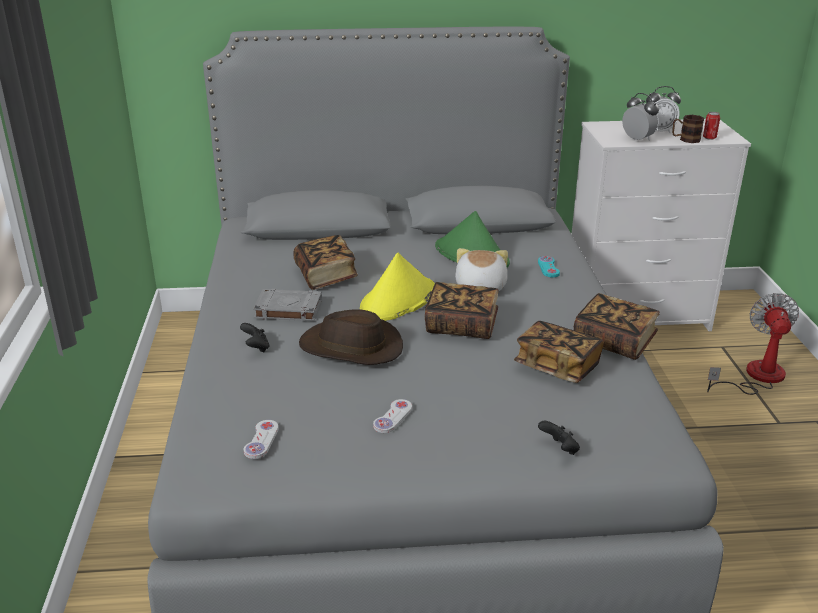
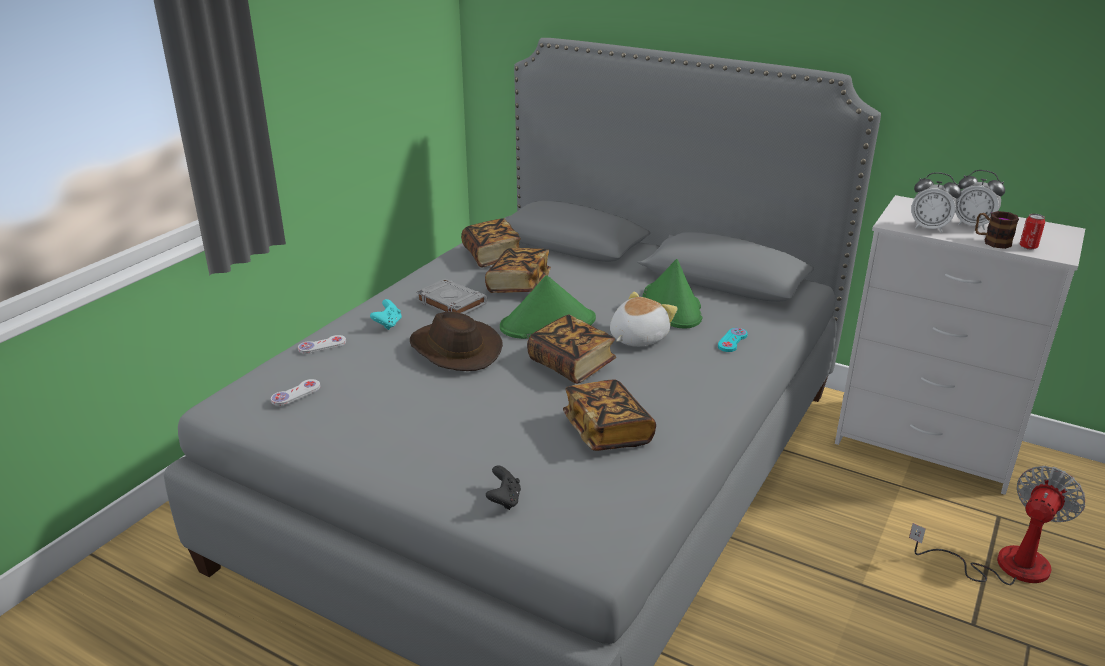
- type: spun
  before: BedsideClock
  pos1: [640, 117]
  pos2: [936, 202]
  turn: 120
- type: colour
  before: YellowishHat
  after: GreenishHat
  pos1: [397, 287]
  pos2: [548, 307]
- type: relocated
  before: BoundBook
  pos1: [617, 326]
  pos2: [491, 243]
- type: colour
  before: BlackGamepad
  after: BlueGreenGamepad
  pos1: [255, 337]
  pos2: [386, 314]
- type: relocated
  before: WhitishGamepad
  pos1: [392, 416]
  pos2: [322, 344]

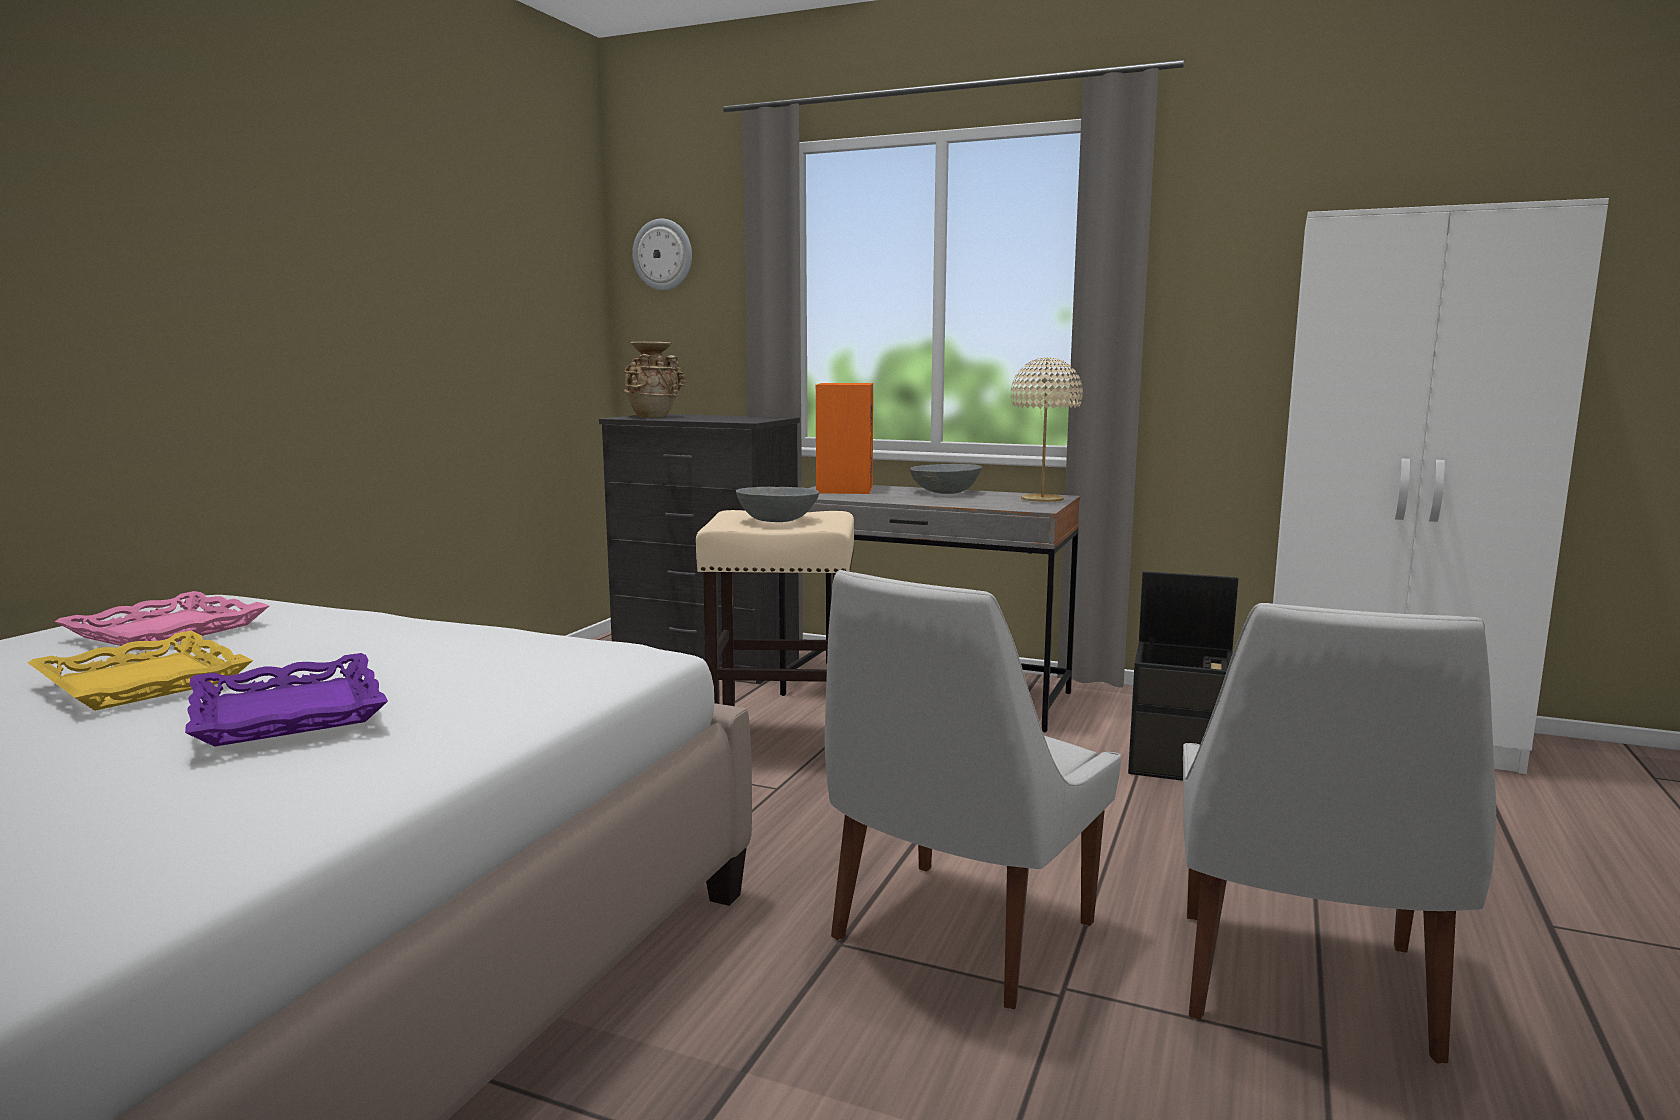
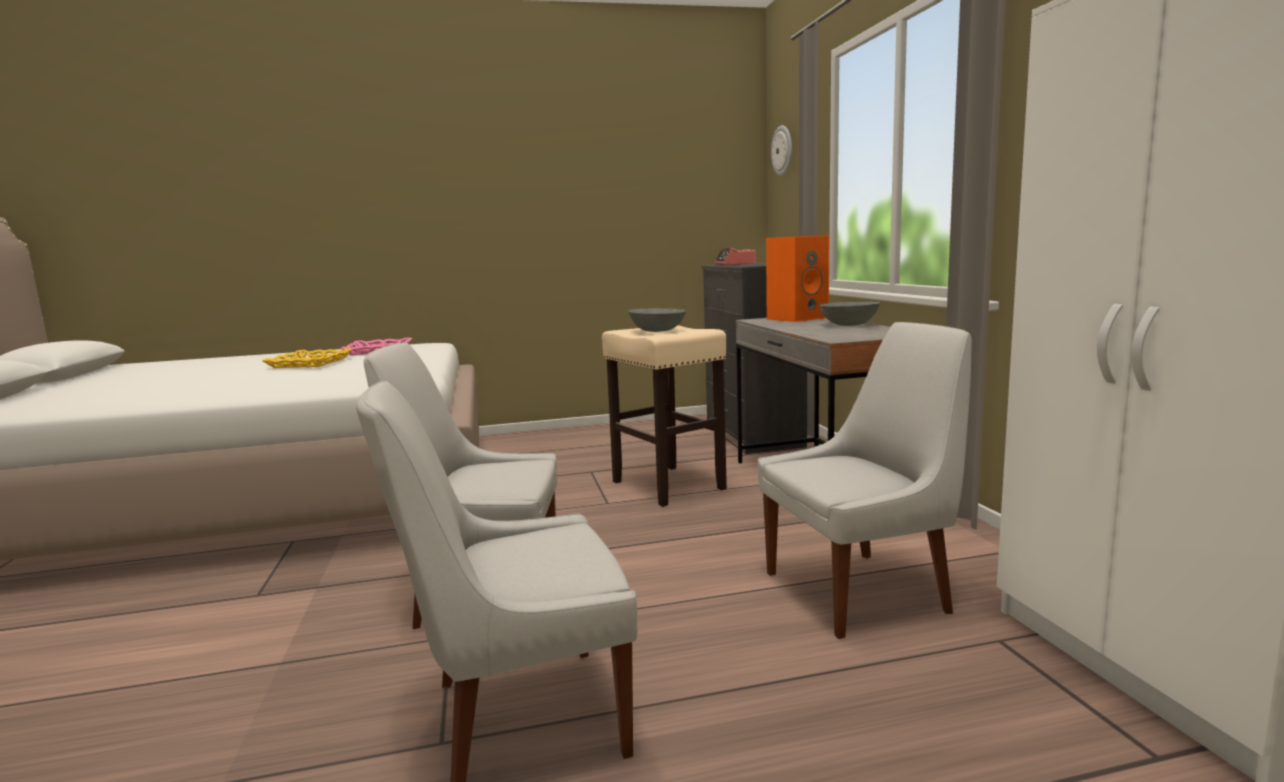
- type: exchanged
  before: BeigeColouredDecorativeVase
  after: BedsideClock
  pos1: [655, 380]
  pos2: [735, 256]
- type: missing
  before: BeigeColouredLampForATable
  pos1: [1046, 429]
- type: exchanged
  before: BlackStorageContainer
  after: WhitishUprightChair
  pos1: [1183, 676]
  pos2: [865, 480]
- type: missing
  before: PurplishCarryingTray
  pos1: [286, 700]

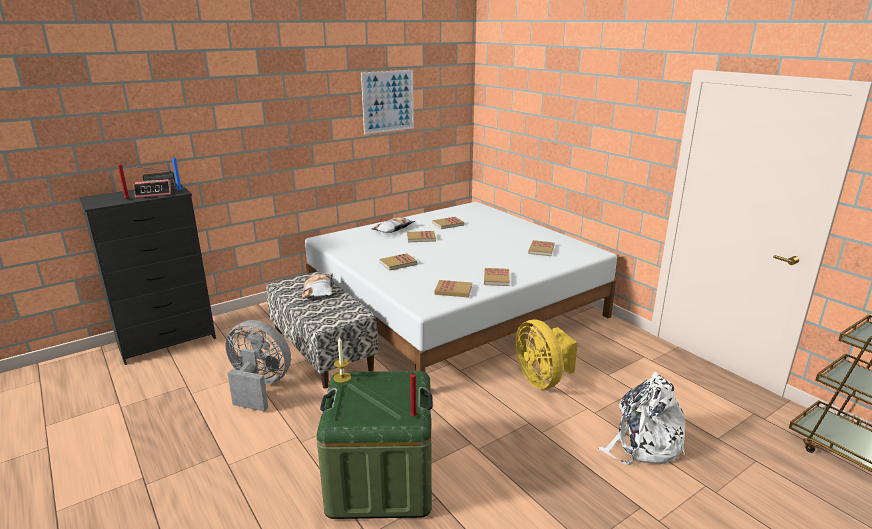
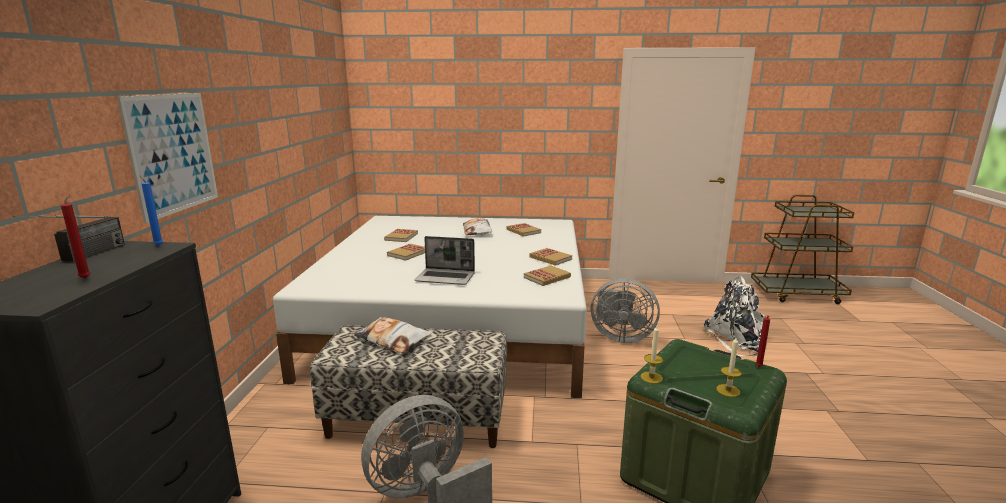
- type: relocated
  before: WallArt
  pos1: [387, 102]
  pos2: [167, 158]
- type: missing
  before: BedsideClock
  pos1: [152, 188]
- type: relocated
  before: ThrowPillow
  pos1: [393, 225]
  pos2: [477, 226]
- type: exchanged
  before: BoundBook
  after: NotebookComputer
  pos1: [398, 262]
  pos2: [445, 260]
- type: colour
  before: YellowishElectricFan
  after: GrayElectricFan
  pos1: [546, 354]
  pos2: [625, 310]
- type: appeared
  after: Candle
  pos2: [729, 366]

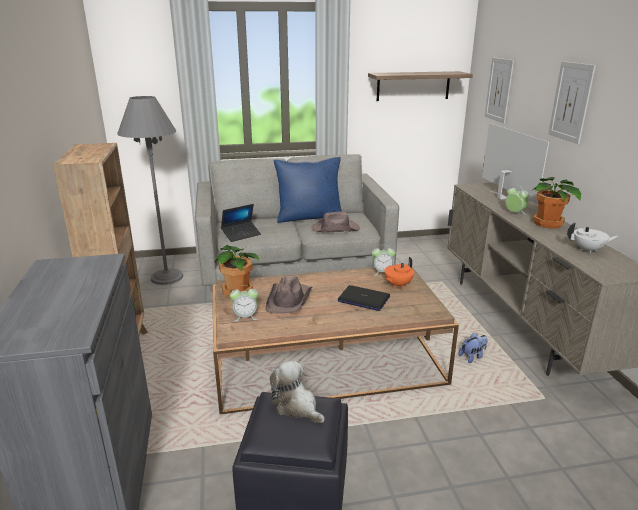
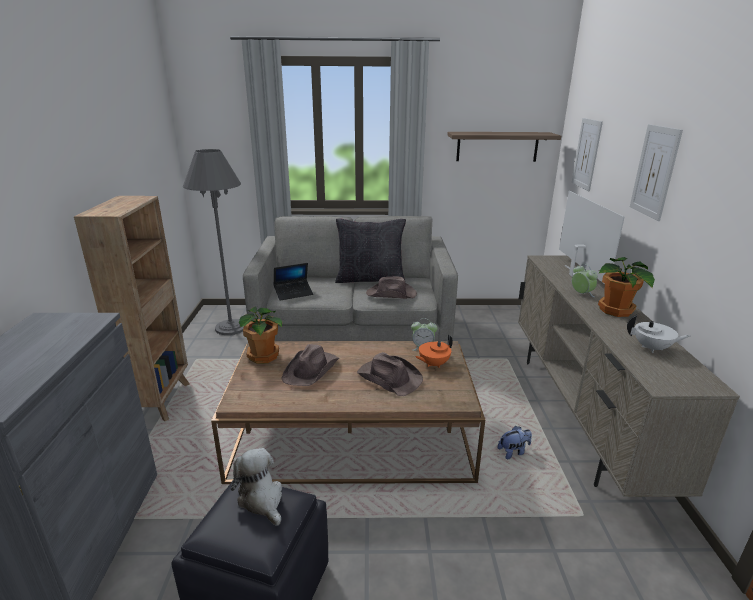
- type: colour
  before: BlueColouredThrowPillow
  after: BlackThrowPillow
  pos1: [308, 190]
  pos2: [370, 250]
- type: missing
  before: BedsideClock
  pos1: [244, 303]
- type: exchanged
  before: NotebookComputer
  after: BrownColouredHat
  pos1: [364, 298]
  pos2: [390, 374]

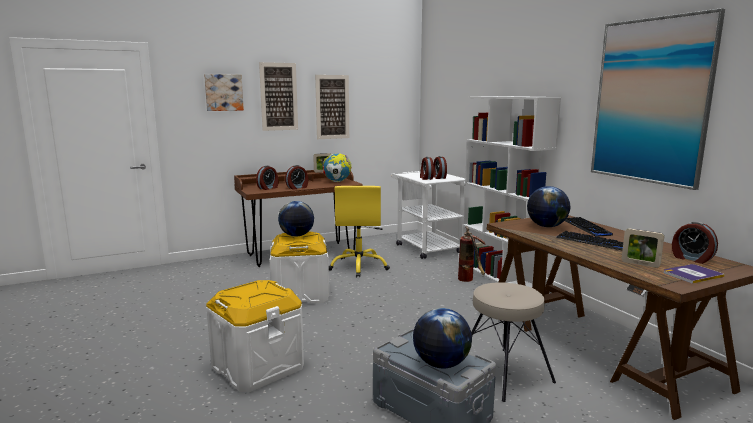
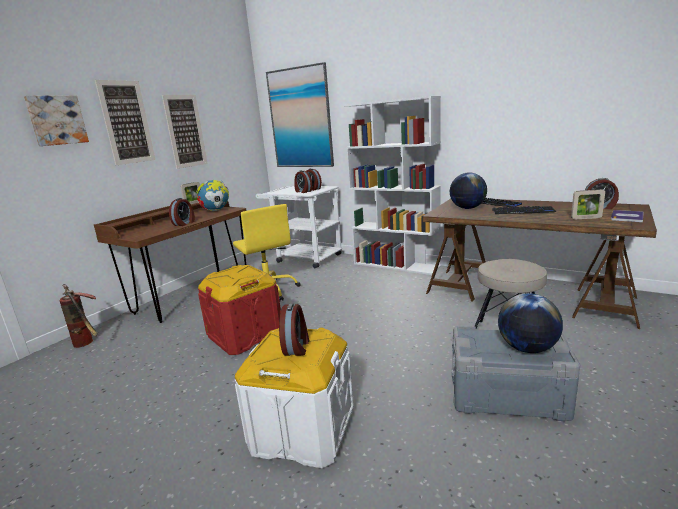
- type: relocated
  before: WallArt
  pos1: [658, 99]
  pos2: [300, 114]
- type: relocated
  before: BedsideClock
  pos1: [267, 177]
  pos2: [294, 329]
- type: missing
  before: DeskGlobe
  pos1: [296, 219]
- type: relocated
  before: FireFightingCylinder
  pos1: [471, 254]
  pos2: [79, 316]
- type: colour
  before: WhitishStorageContainer
  after: RedStorageContainer
  pos1: [299, 267]
  pos2: [239, 310]

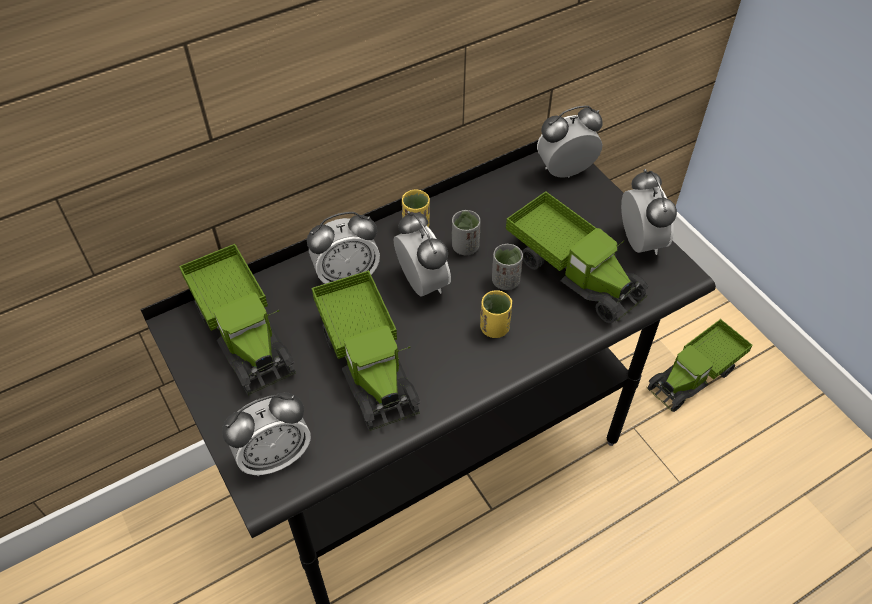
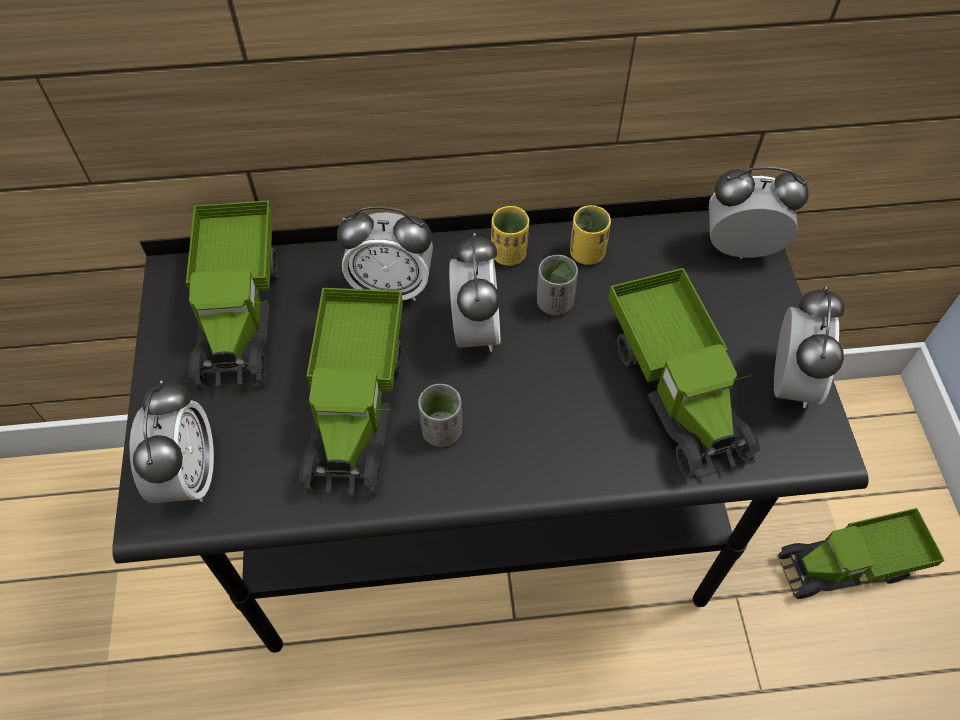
- type: relocated
  before: GraySmallCup
  pos1: [507, 267]
  pos2: [440, 415]
- type: relocated
  before: YellowishSmallCup
  pos1: [496, 314]
  pos2: [590, 235]
- type: spun
  before: BedsideClock
  pos1: [266, 434]
  pos2: [172, 441]
  turn: -90

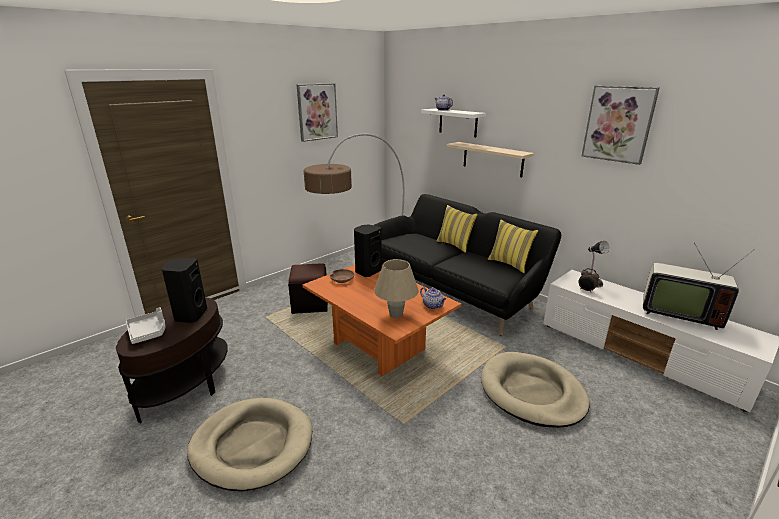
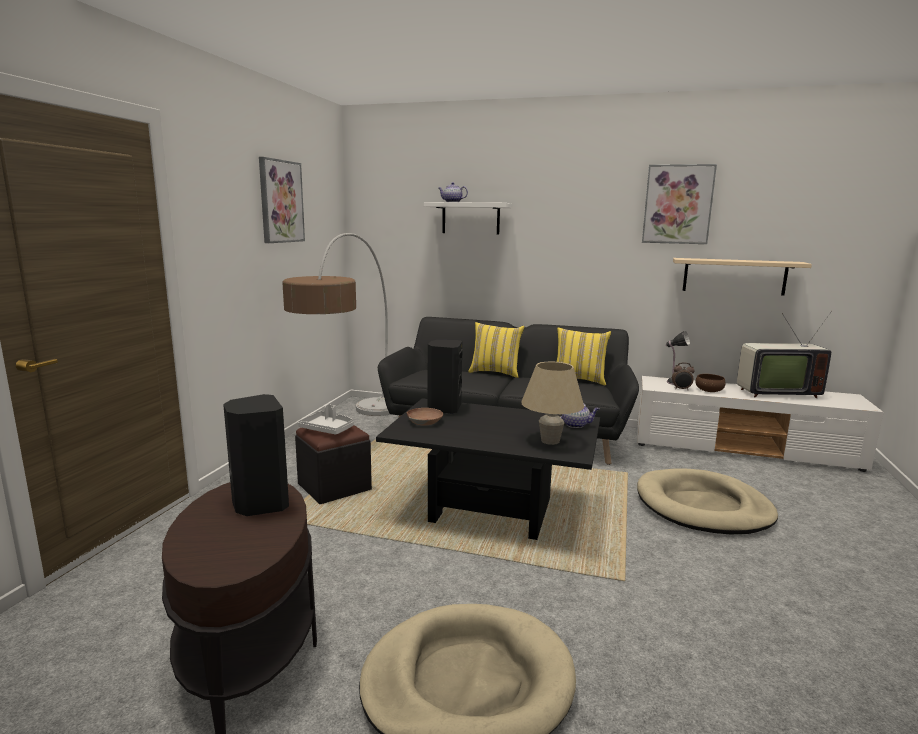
- type: relocated
  before: BeigeColouredWallShelf
  pos1: [490, 159]
  pos2: [742, 277]
- type: colour
  before: OrangeCoffeeTable
  after: BlackCoffeeTable
  pos1: [381, 320]
  pos2: [488, 469]
- type: relocated
  before: GrayCarryingTray
  pos1: [145, 325]
  pos2: [326, 419]
- type: appeared
  after: BrownColouredBowl
  pos2: [711, 383]

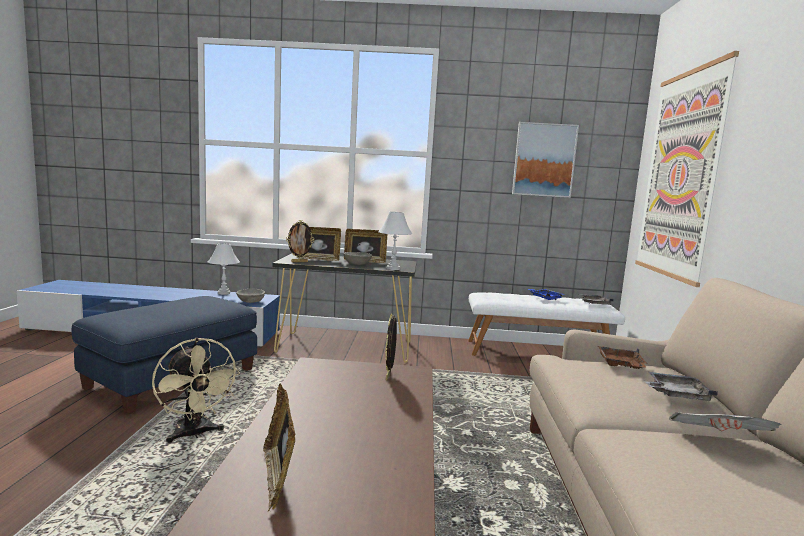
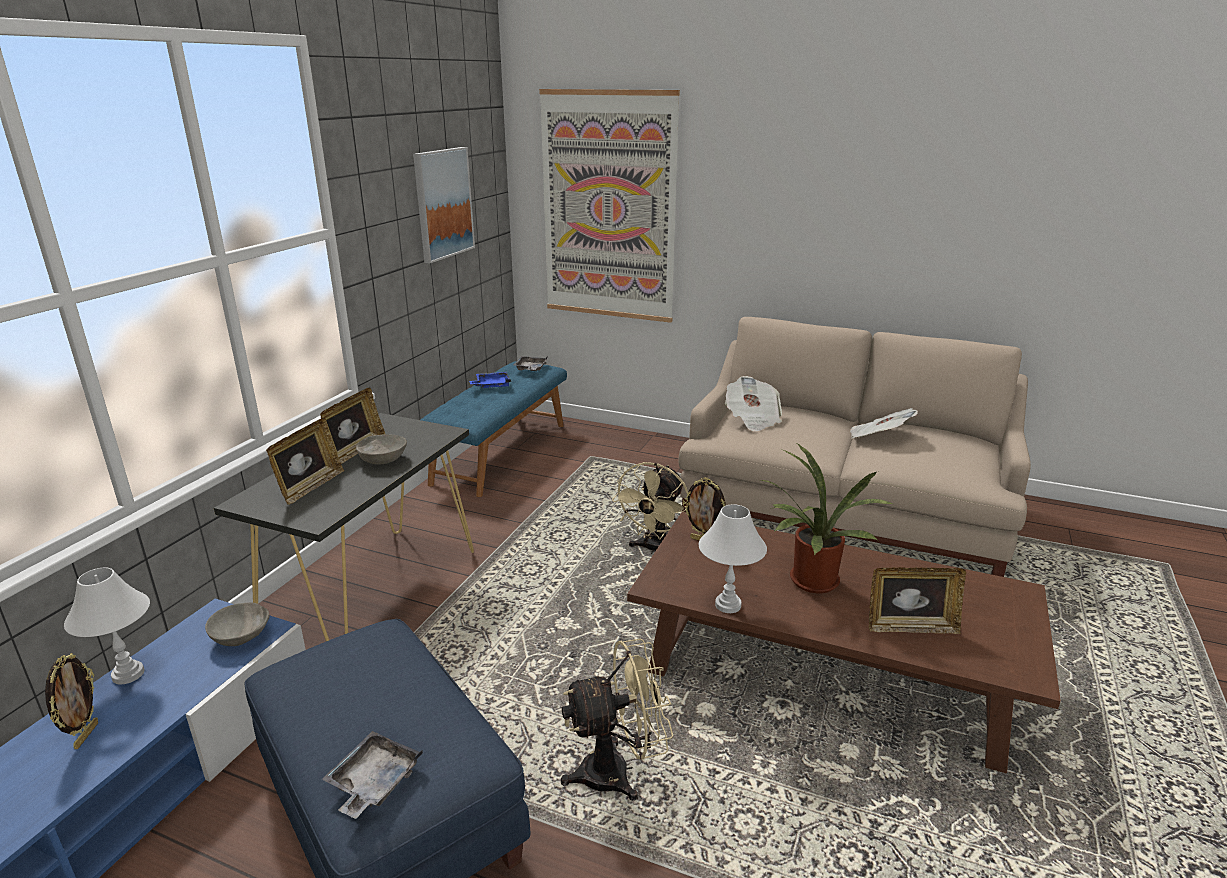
- type: relocated
  before: WhitishLampForATable
  pos1: [395, 241]
  pos2: [733, 558]
- type: relocated
  before: PictureFrame
  pos1: [300, 241]
  pos2: [71, 701]
- type: colour
  before: WhitishIndoorBench
  after: BlueColouredIndoorBench
  pos1: [546, 324]
  pos2: [493, 429]
- type: exchanged
  before: BrownColouredCarryingTray
  after: DailyPaper
  pos1: [622, 357]
  pos2: [753, 404]
- type: relocated
  before: GrayCarryingTray
  pos1: [681, 386]
  pos2: [372, 775]
- type: appeared
  after: PottedPlant
  pos2: [826, 518]
- type: appeared
  after: BeigeColouredElectricFan
  pos2: [650, 508]

